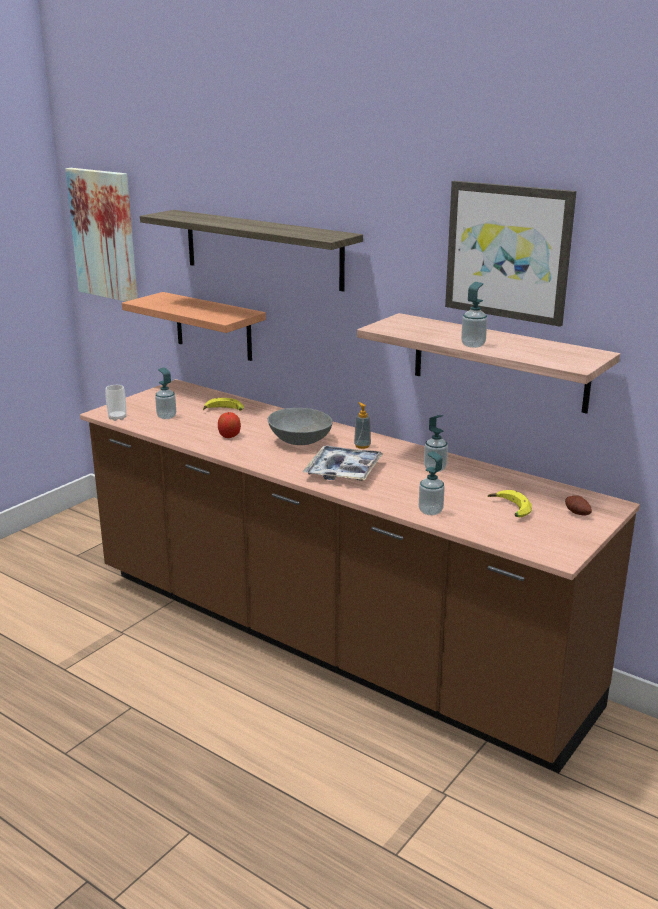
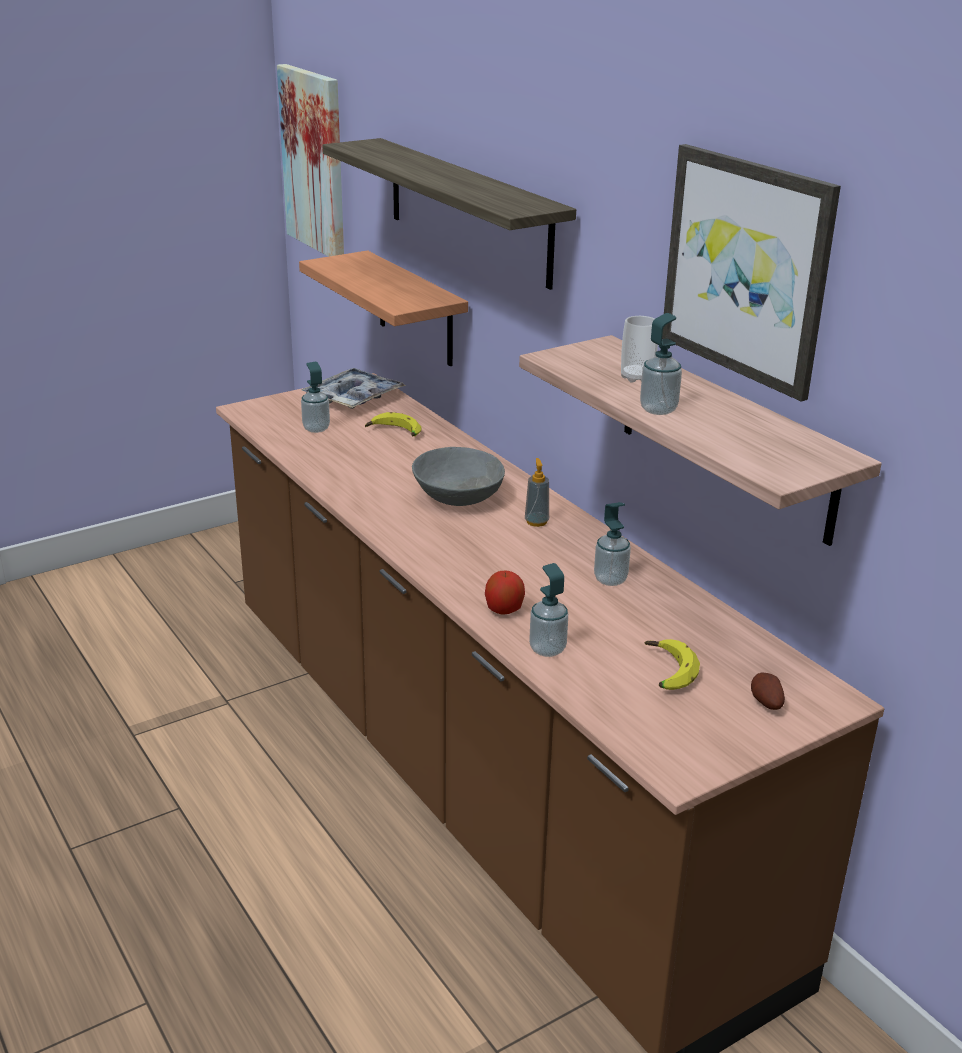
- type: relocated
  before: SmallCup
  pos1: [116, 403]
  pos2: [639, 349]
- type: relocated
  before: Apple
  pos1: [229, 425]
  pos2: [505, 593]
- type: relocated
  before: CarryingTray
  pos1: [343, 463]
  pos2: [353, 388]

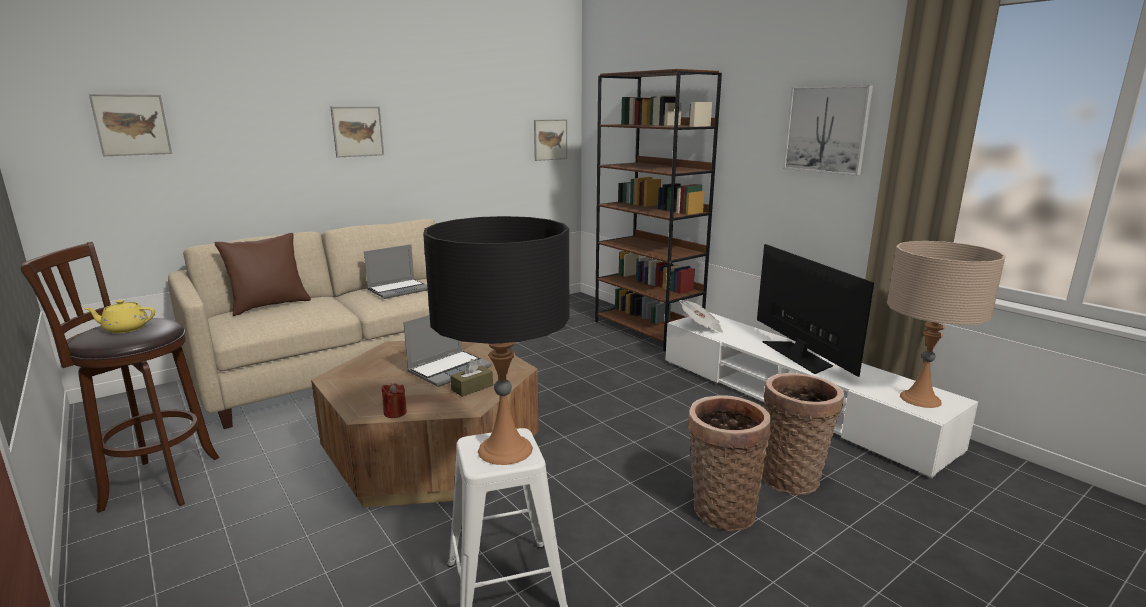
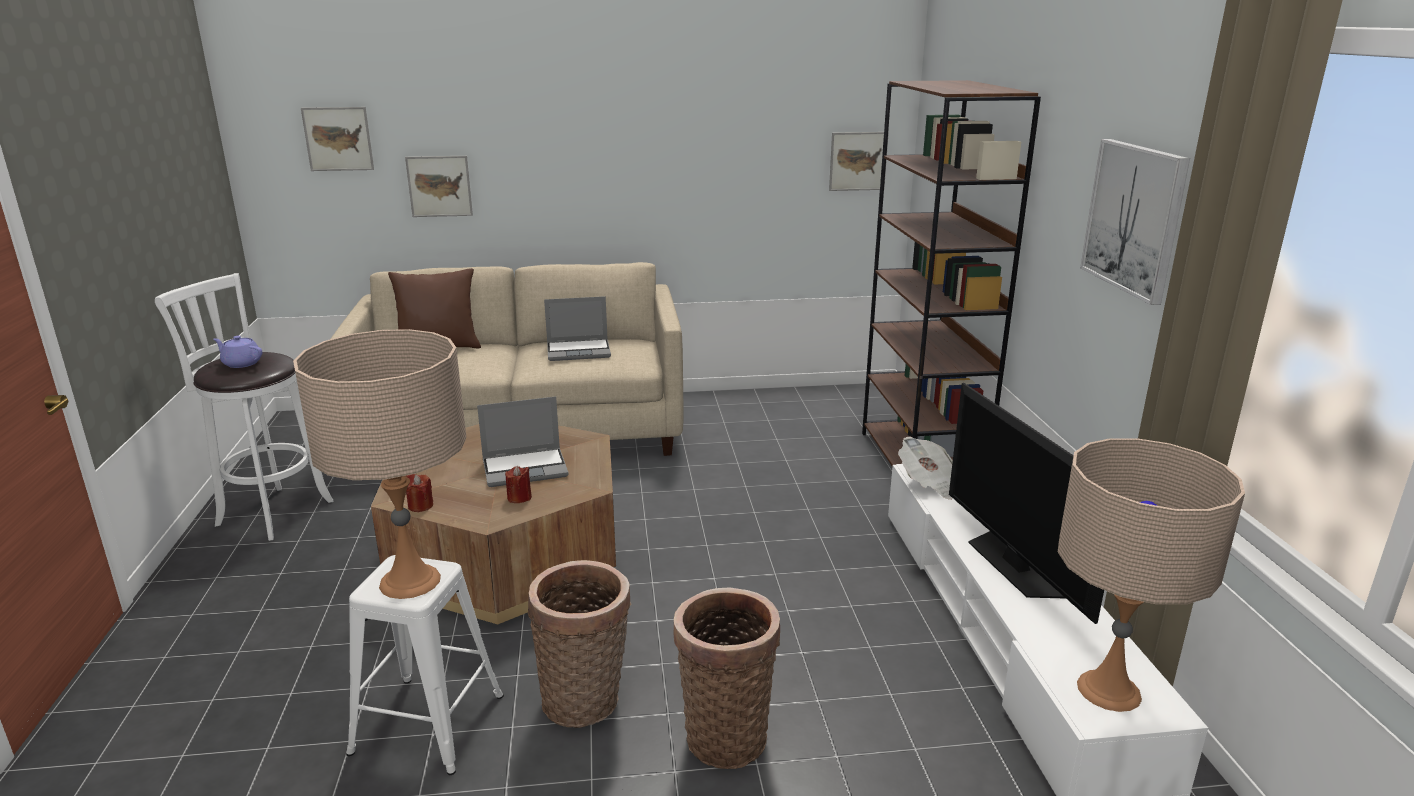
- type: relocated
  before: WallArt
  pos1: [357, 132]
  pos2: [439, 186]
- type: colour
  before: BlackLampForATable
  after: BeigeColouredLampForATable
  pos1: [496, 340]
  pos2: [379, 464]
- type: colour
  before: BrownColouredStool
  after: WhitishStool
  pos1: [120, 377]
  pos2: [244, 407]
- type: spun
  before: Television
  pos1: [815, 310]
  pos2: [1026, 503]
  turn: 150
- type: colour
  before: YellowishTeaPot
  after: PurplishTeaPot
  pos1: [119, 316]
  pos2: [238, 352]
- type: exchanged
  before: BrownColouredBoxOfTissues
  after: RedCandle
  pos1: [471, 378]
  pos2: [518, 484]
- type: relocated
  before: HouseholdBasket
  pos1: [803, 434]
  pos2: [580, 644]

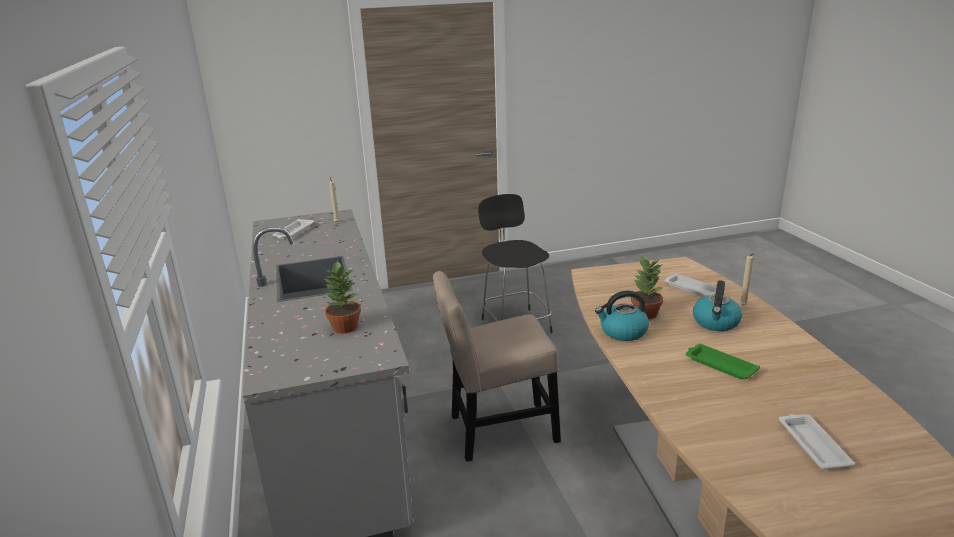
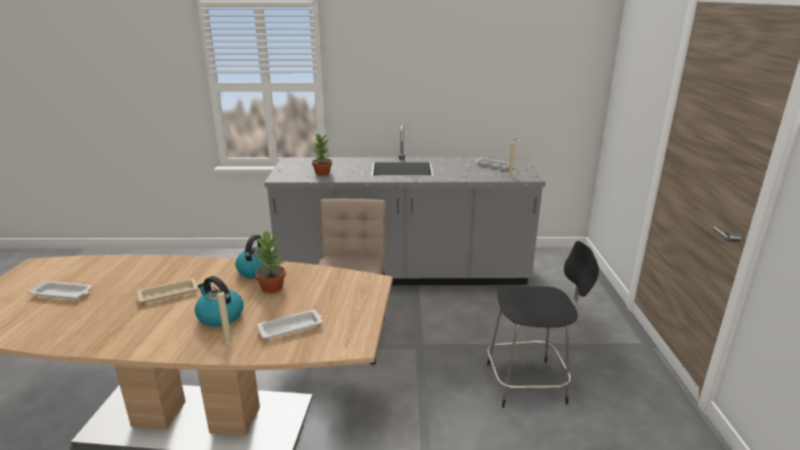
- type: colour
  before: GreenishCarryingTray
  after: BeigeColouredCarryingTray
  pos1: [723, 361]
  pos2: [168, 291]

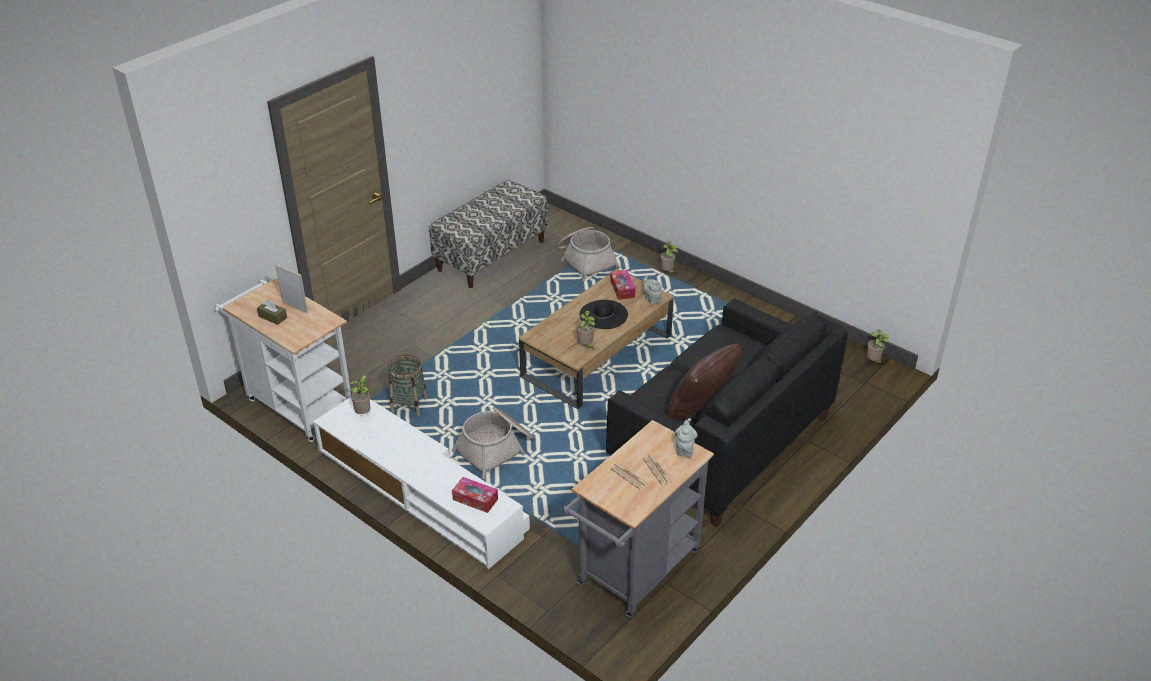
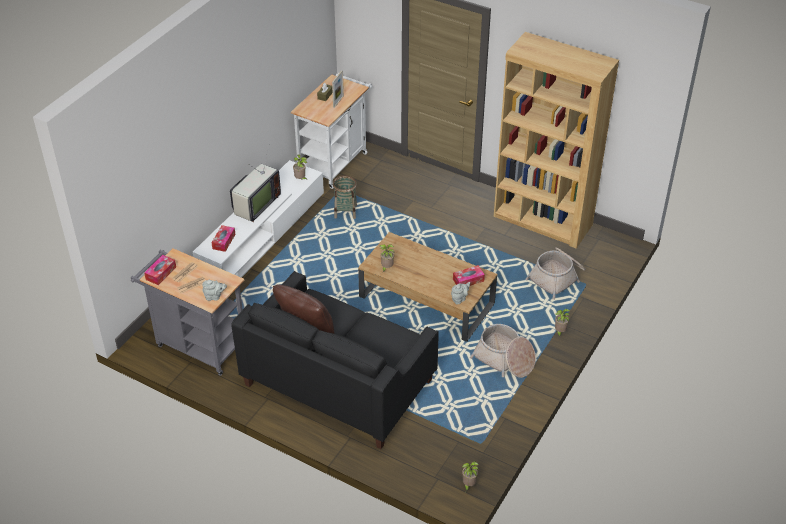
- type: exchanged
  before: IndoorBench
  after: BrownColouredShelvingUnit
  pos1: [488, 234]
  pos2: [556, 140]
- type: missing
  before: BlackHat
  pos1: [604, 314]
- type: relocated
  before: HouseholdBasket
  pos1: [493, 443]
  pos2: [503, 351]
- type: appeared
  after: Television
  pos2: [255, 184]
- type: appeared
  after: BoxOfTissues
  pos2: [160, 270]

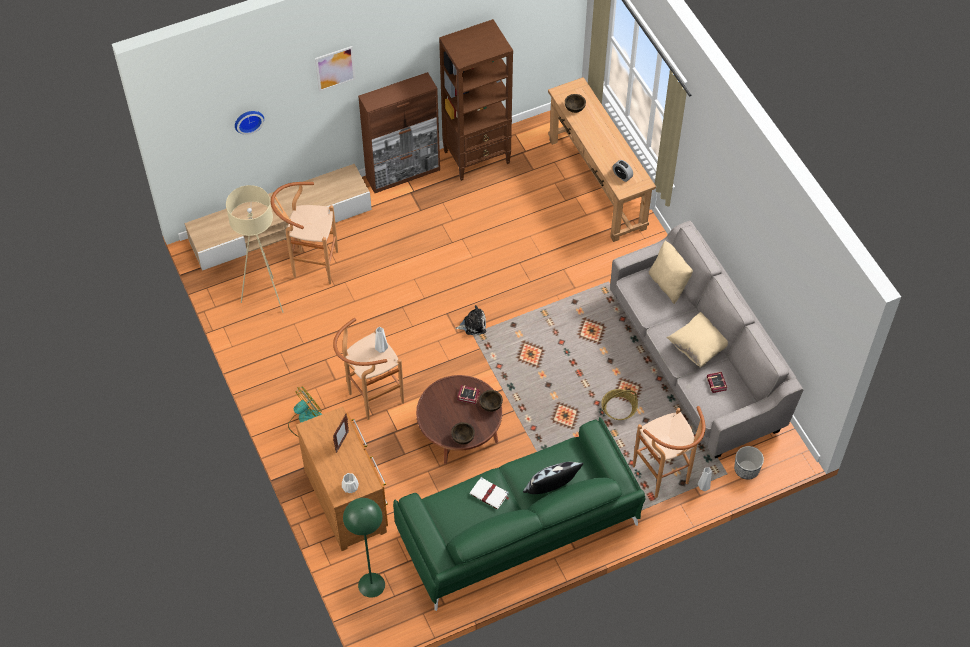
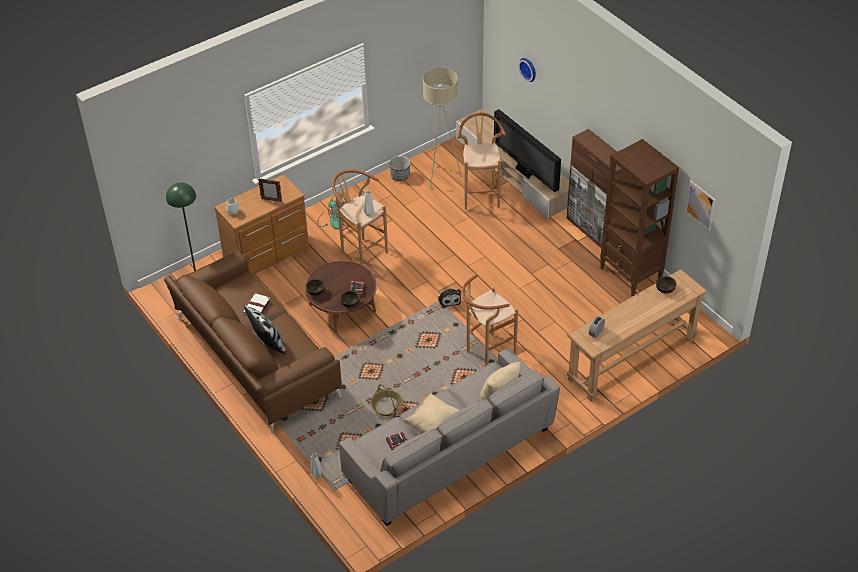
- type: relocated
  before: WallArt
  pos1: [335, 69]
  pos2: [700, 205]
- type: relocated
  before: BrownColouredStool
  pos1: [669, 452]
  pos2: [489, 320]
- type: colour
  before: GreenishSofa
  after: BrownColouredSofa
  pos1: [519, 514]
  pos2: [253, 341]
- type: relocated
  before: FlowerPot
  pos1: [749, 463]
  pos2: [399, 168]
- type: appeared
  after: Television
  pos2: [527, 150]

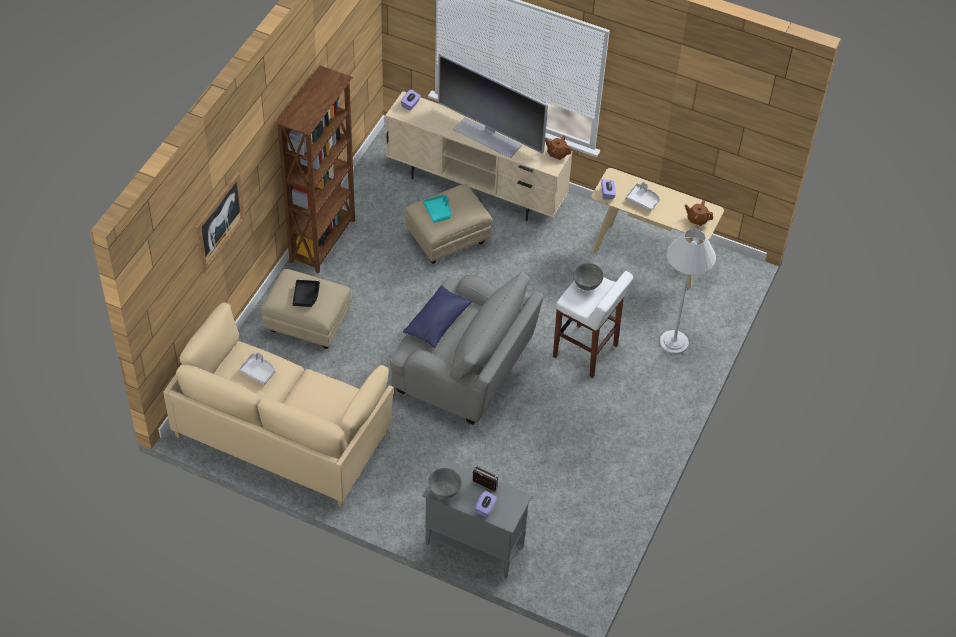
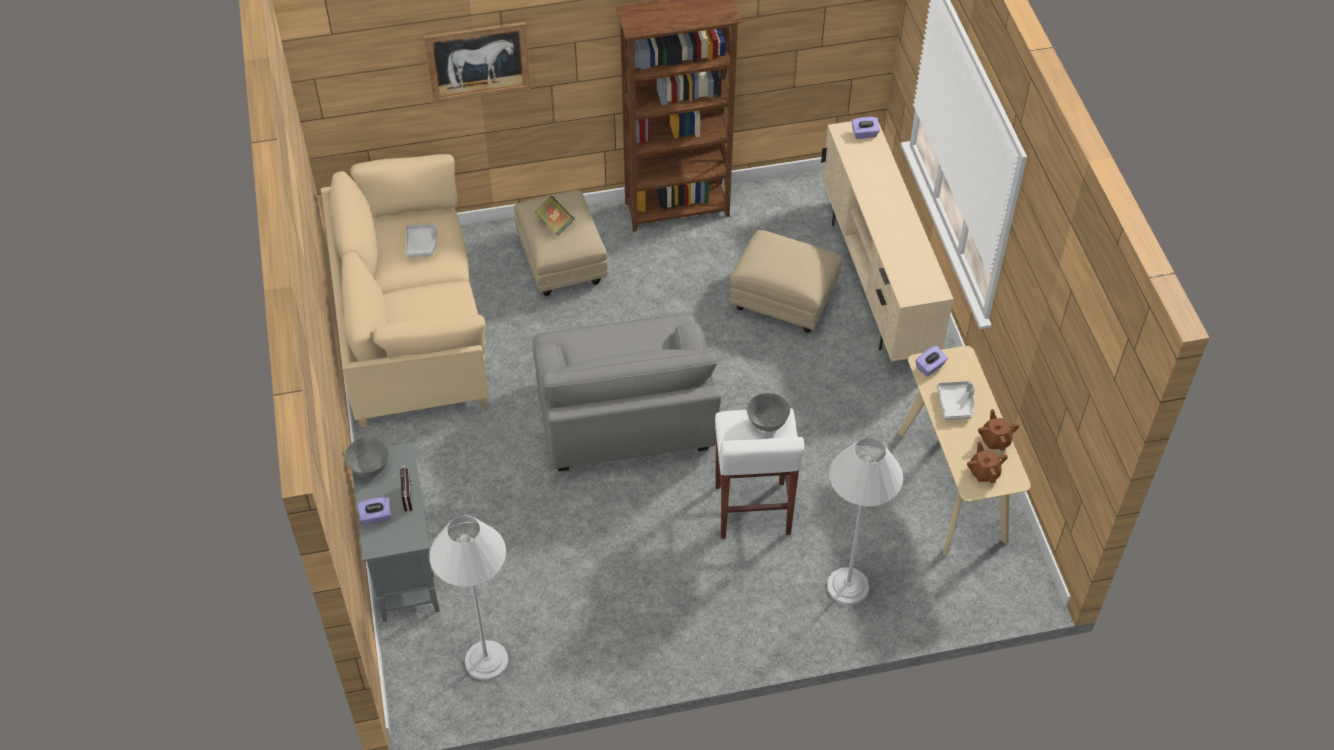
- type: missing
  before: Television
  pos1: [493, 106]
- type: relocated
  before: BrownColouredTeaPot
  pos1: [558, 147]
  pos2: [998, 429]
- type: missing
  before: BlueGreenCarryingTray
  pos1: [437, 209]
- type: exchanged
  before: BlackCarryingTray
  after: BoundBook
  pos1: [306, 293]
  pos2: [554, 216]
- type: missing
  before: BlueColouredThrowPillow
  pos1: [438, 316]
- type: appeared
  after: WhitishStandardLamp
  pos2: [469, 597]

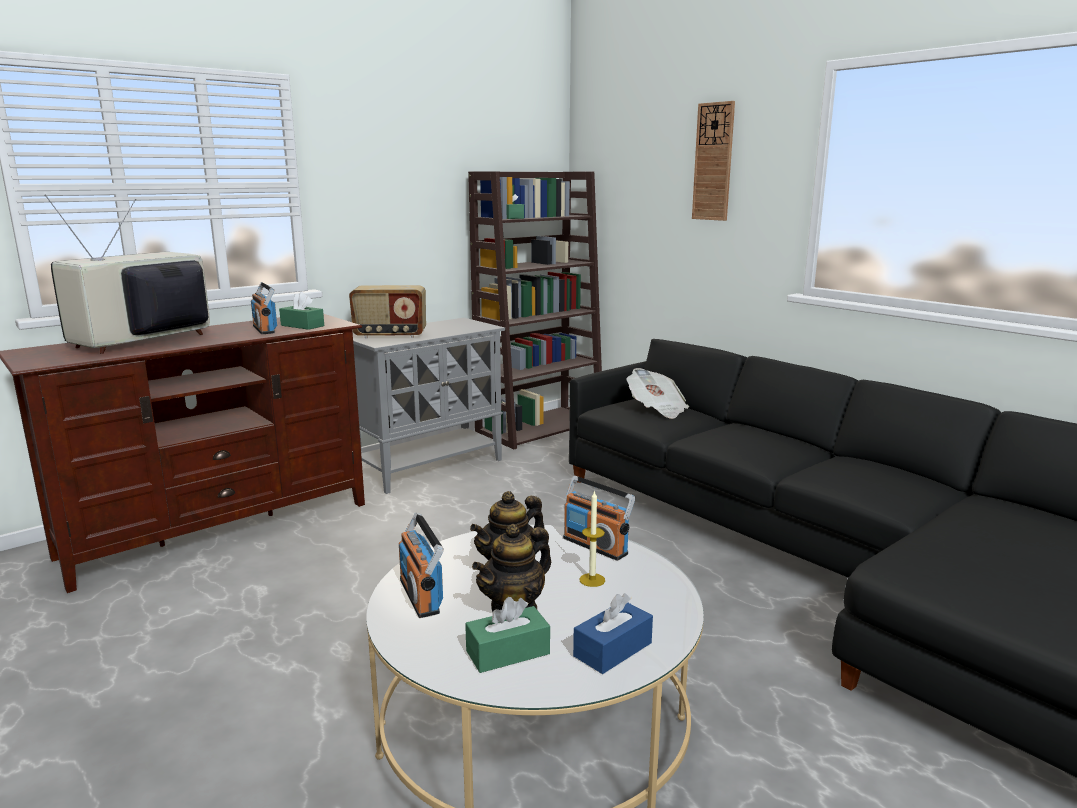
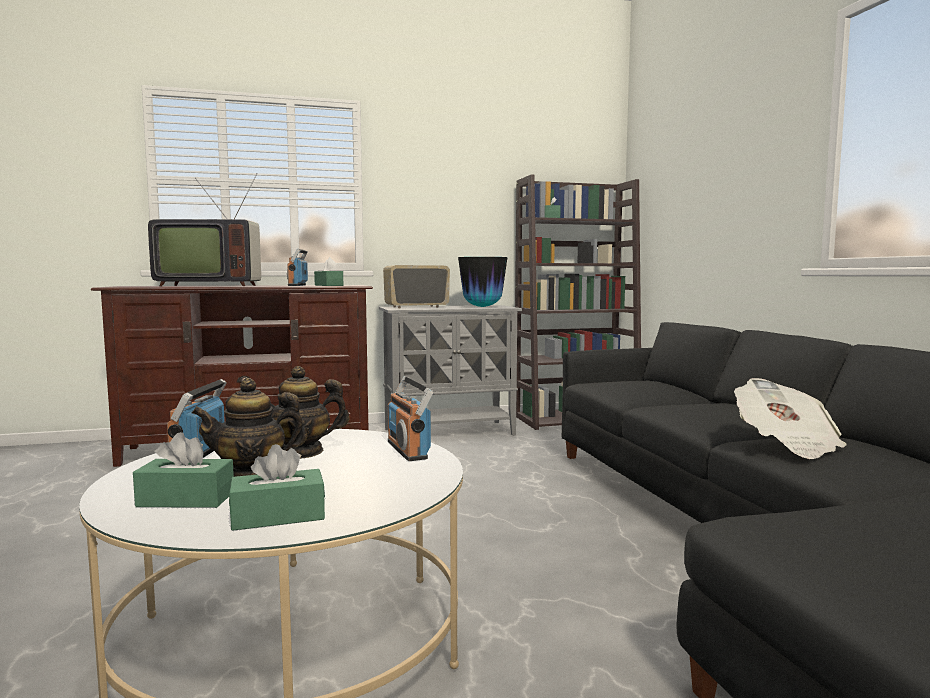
- type: missing
  before: HangingClock
  pos1: [713, 161]
- type: spun
  before: Television
  pos1: [127, 274]
  pos2: [204, 229]
  turn: -150
- type: spun
  before: Radio
  pos1: [387, 311]
  pos2: [416, 286]
  turn: 135
- type: relocated
  before: DailyPaper
  pos1: [657, 393]
  pos2: [790, 418]
- type: missing
  before: Candle
  pos1: [592, 538]
- type: colour
  before: BlueColouredBoxOfTissues
  after: GreenishBoxOfTissues
  pos1: [613, 633]
  pos2: [277, 487]
- type: appeared
  after: DecorativeVase
  pos2: [483, 282]

